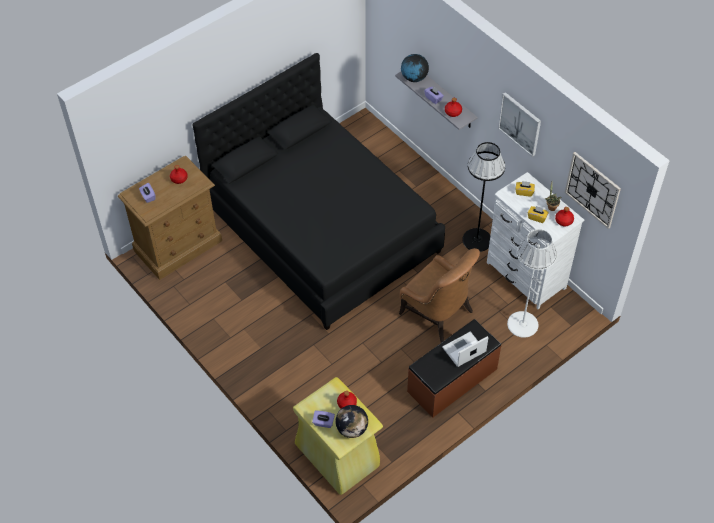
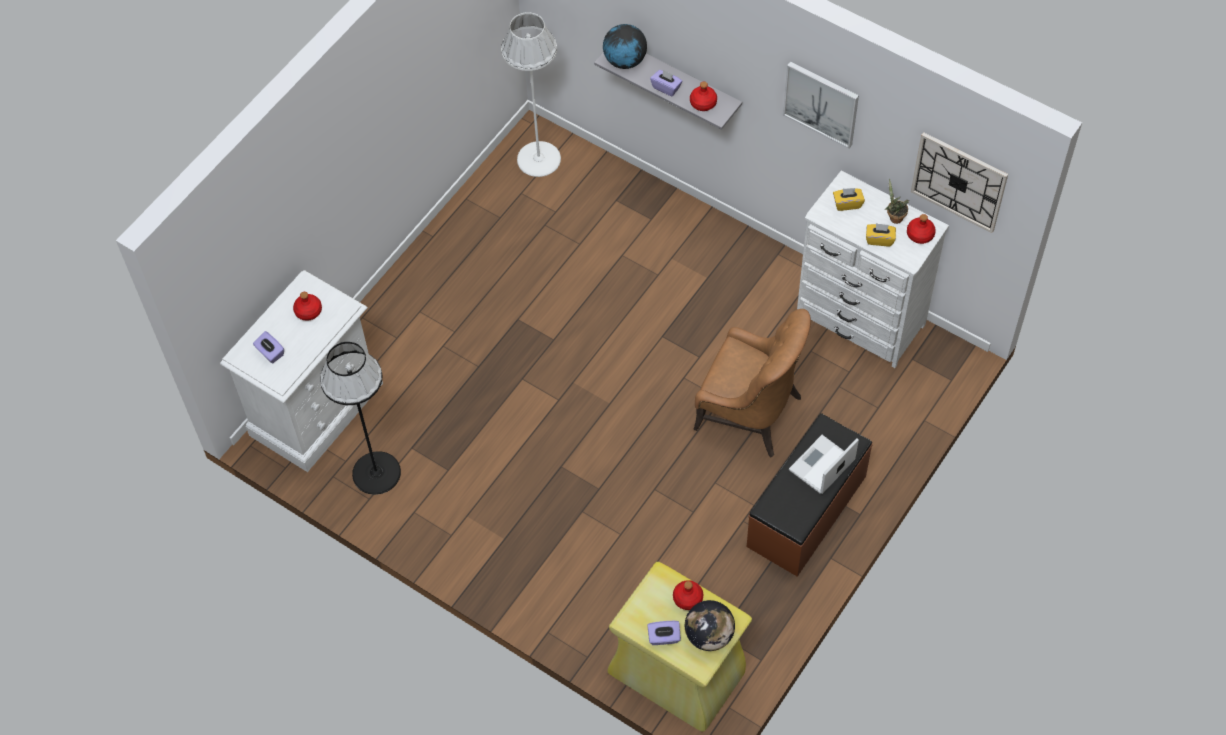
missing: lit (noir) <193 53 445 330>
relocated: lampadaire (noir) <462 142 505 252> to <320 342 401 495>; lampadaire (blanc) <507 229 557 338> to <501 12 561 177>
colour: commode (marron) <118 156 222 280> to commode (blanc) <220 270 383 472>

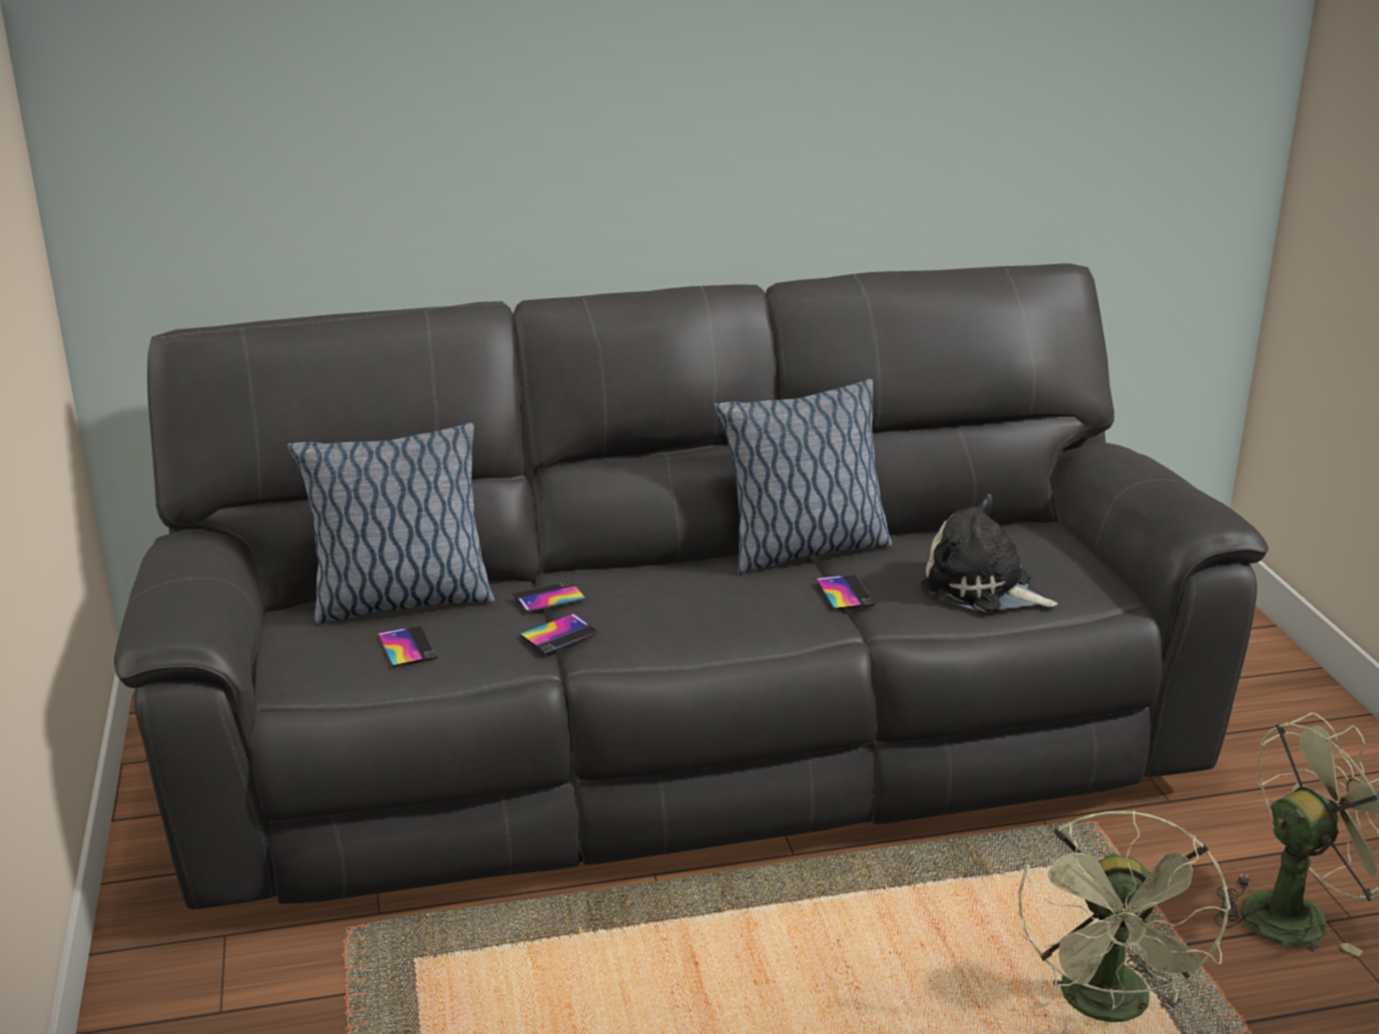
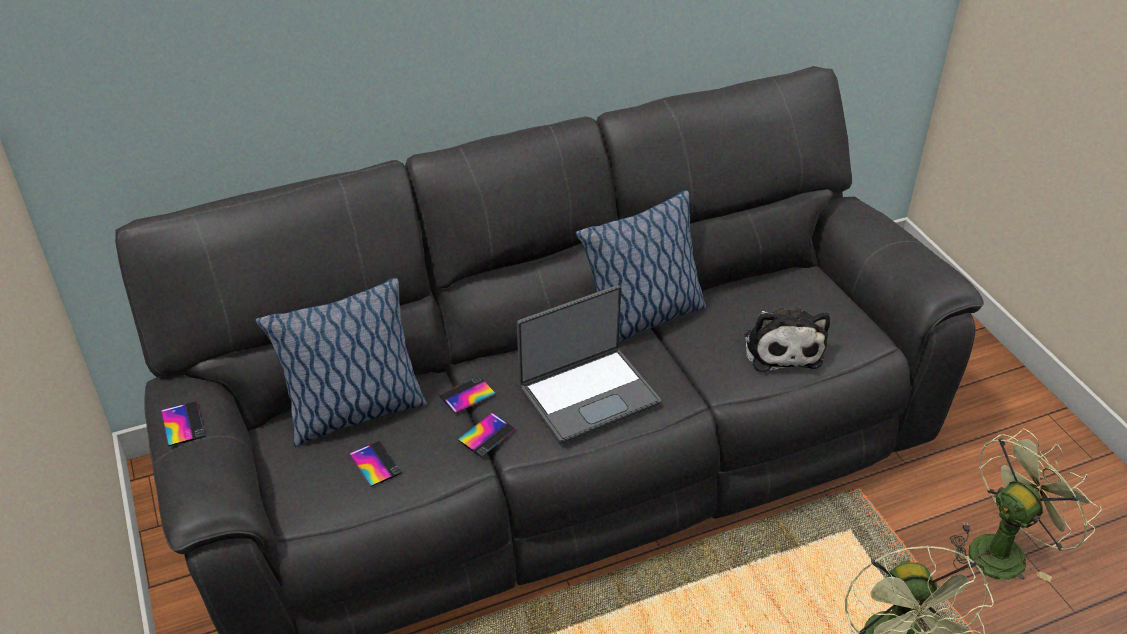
appeared: ordinateur portable <517 285 661 444>
relocated: téléphone <816 575 875 609> to <161 401 205 446>
spun: peluche <921 494 1057 612> = <744 308 830 372> 120 degrees counterclockwise

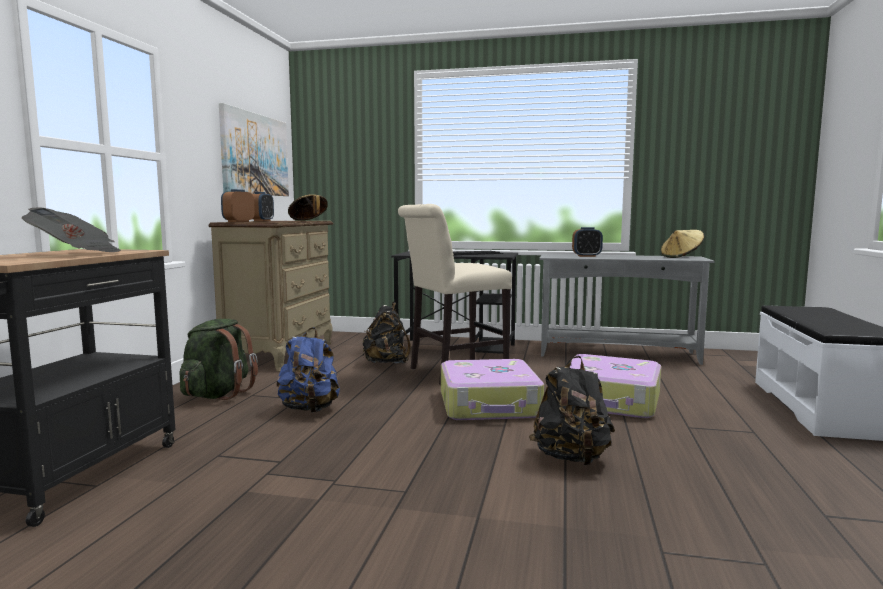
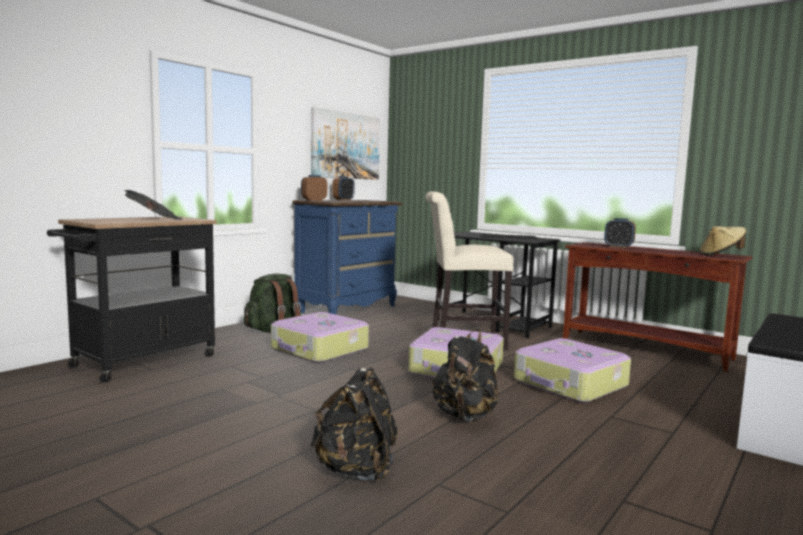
missing: chapeau (beige) <288 194 328 221>
relocated: sac à dos (noir) <362 302 411 364> to <310 367 398 482>
exchanged: sac à dos (bleu) <276 327 340 413> to valise <271 312 369 363>
colour: commode (beige) <209 221 333 371> to commode (bleu) <292 200 402 315>; table console (gris) <539 254 715 365> to table console (marron) <563 242 752 372>

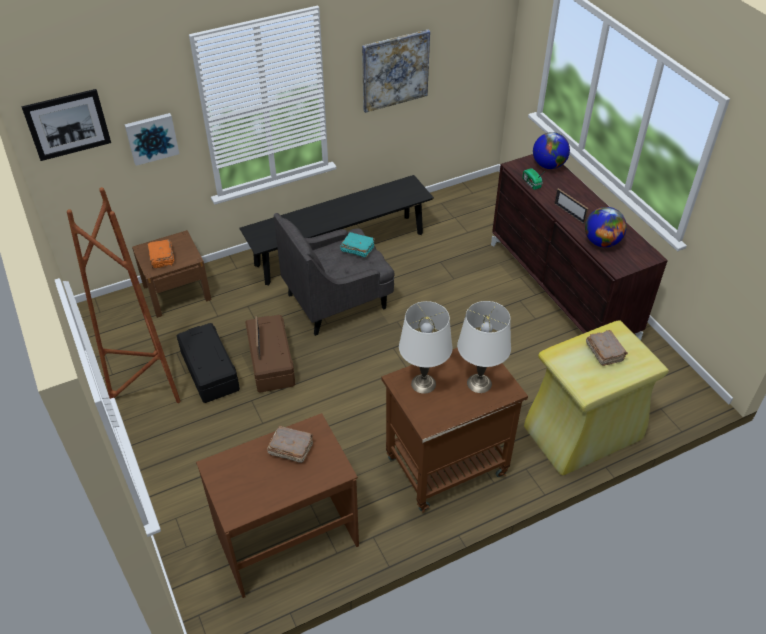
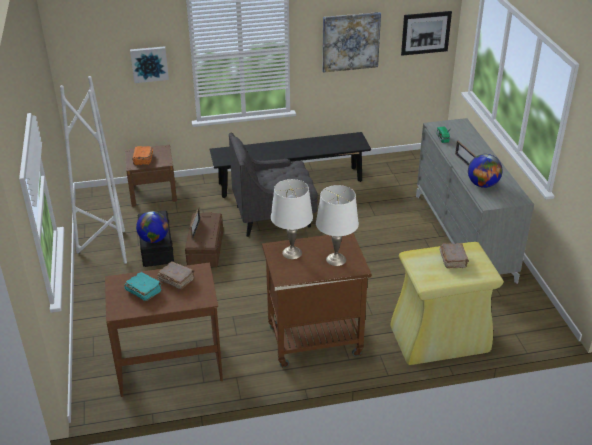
relocated: tableau <21 89 111 161> to <401 11 452 56>; livre (turquoise) <340 232 375 258> to <124 272 162 301>; globe <533 132 570 169> to <136 211 169 243>
colour: portant (marron) <67 187 181 403> to portant (blanc) <60 76 127 264>; commode (marron) <491 154 668 341> to commode (gris) <416 118 534 284>

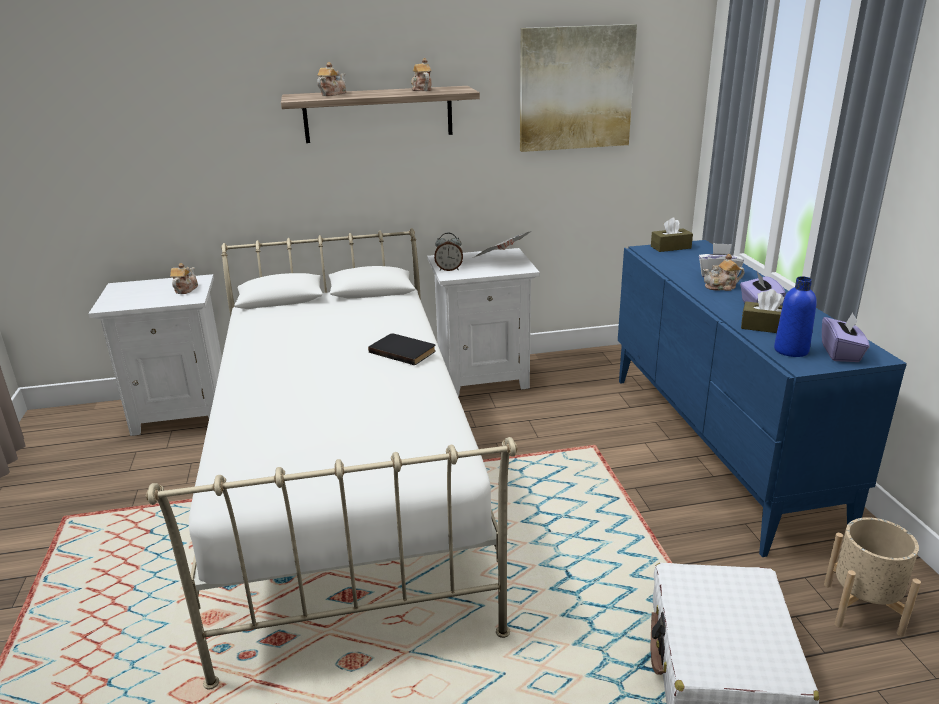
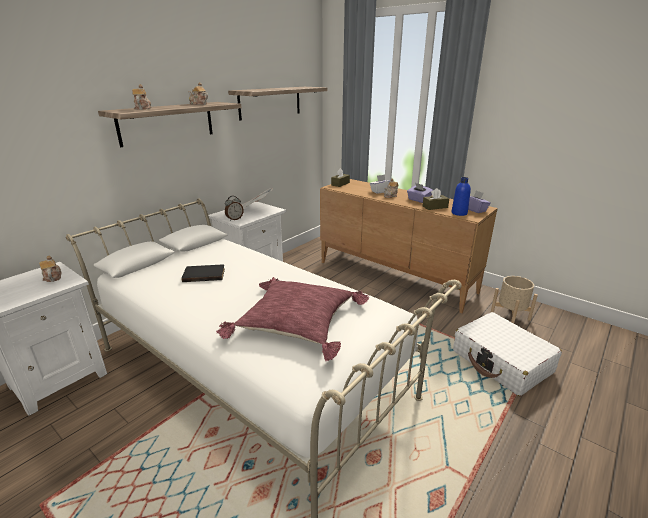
appeared: coussin (rouge) <216 277 369 362>
relocated: livre (noir) <368 333 436 365> to <181 265 225 282>
exchanged: tableau <520 24 637 152> to étagère <228 87 327 121>
colour: commode (bleu) <618 240 907 557> to commode (marron) <320 179 498 313>

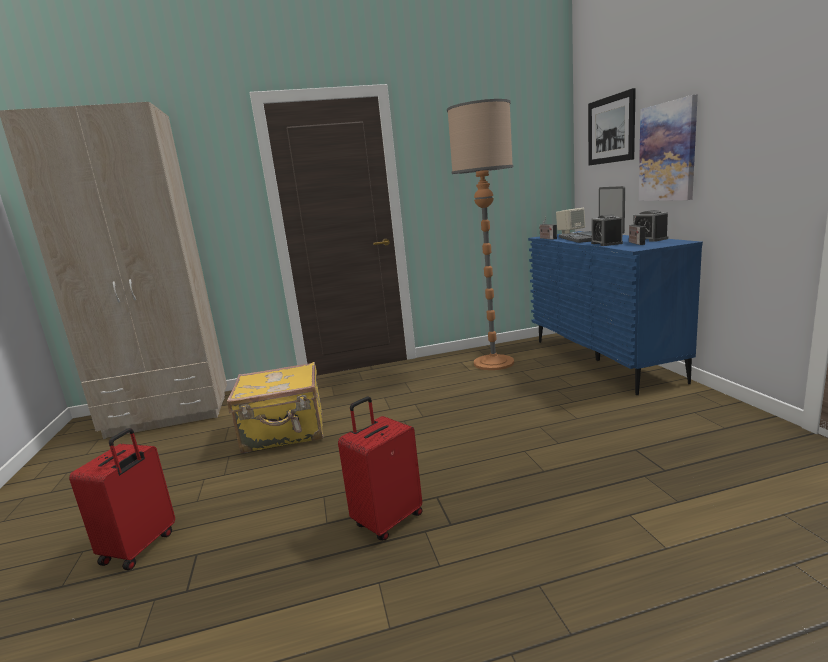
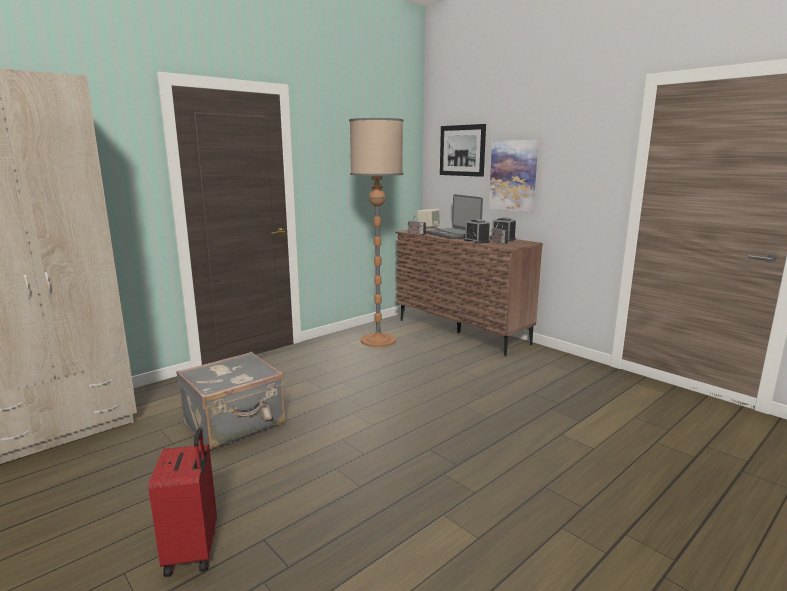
missing: valise (rouge) <338 397 422 540>
colour: valise (jaune) <227 362 323 453> to valise (gris) <176 351 286 450>; commode (bleu) <528 231 703 395> to commode (marron) <396 227 543 356>

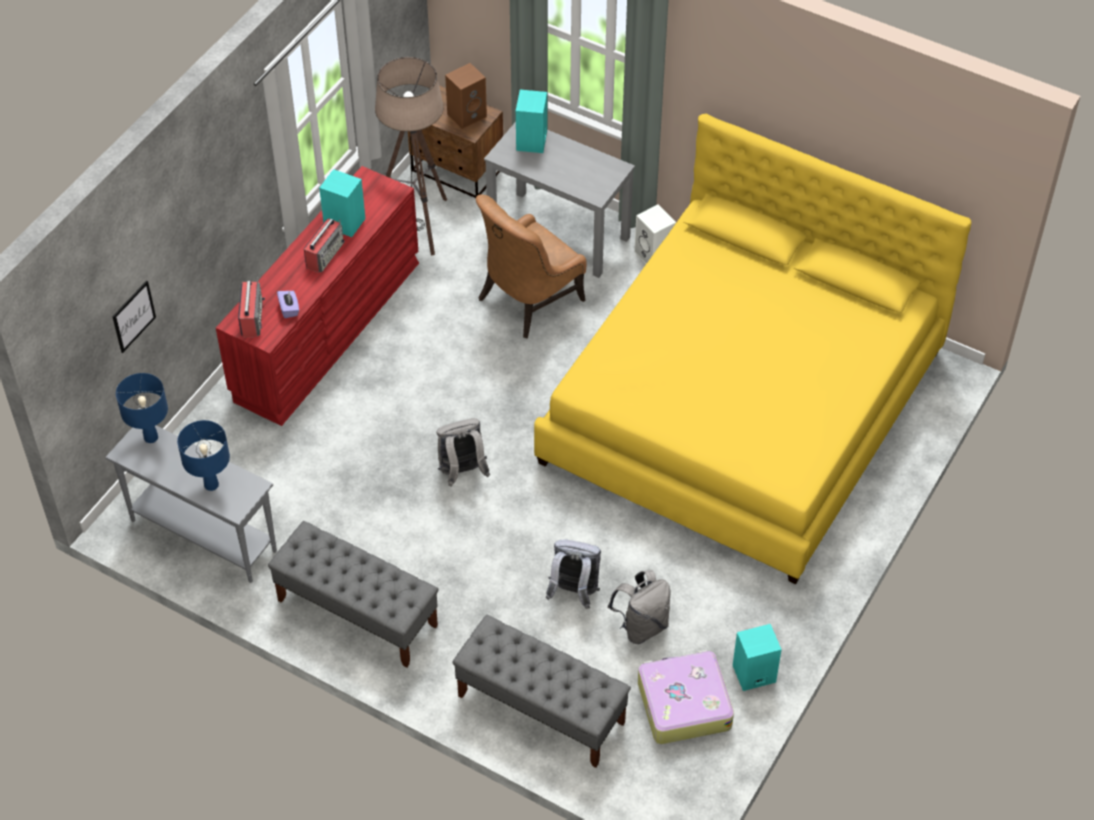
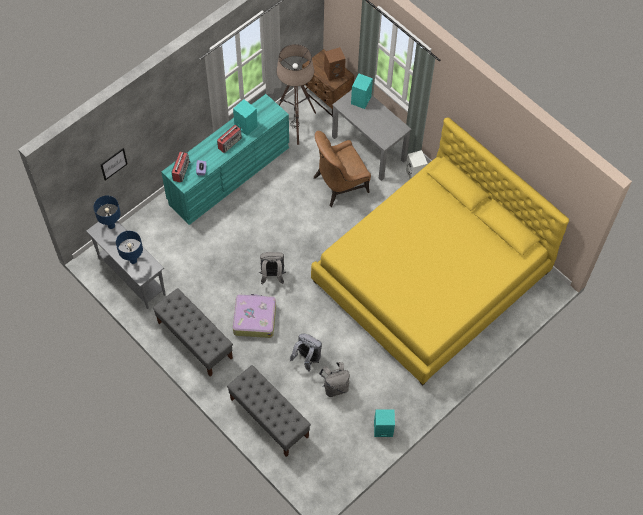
relocated: valise <638 650 734 744> to <233 294 276 338>
colour: commode (rouge) <216 166 419 426> to commode (turquoise) <161 94 289 225>

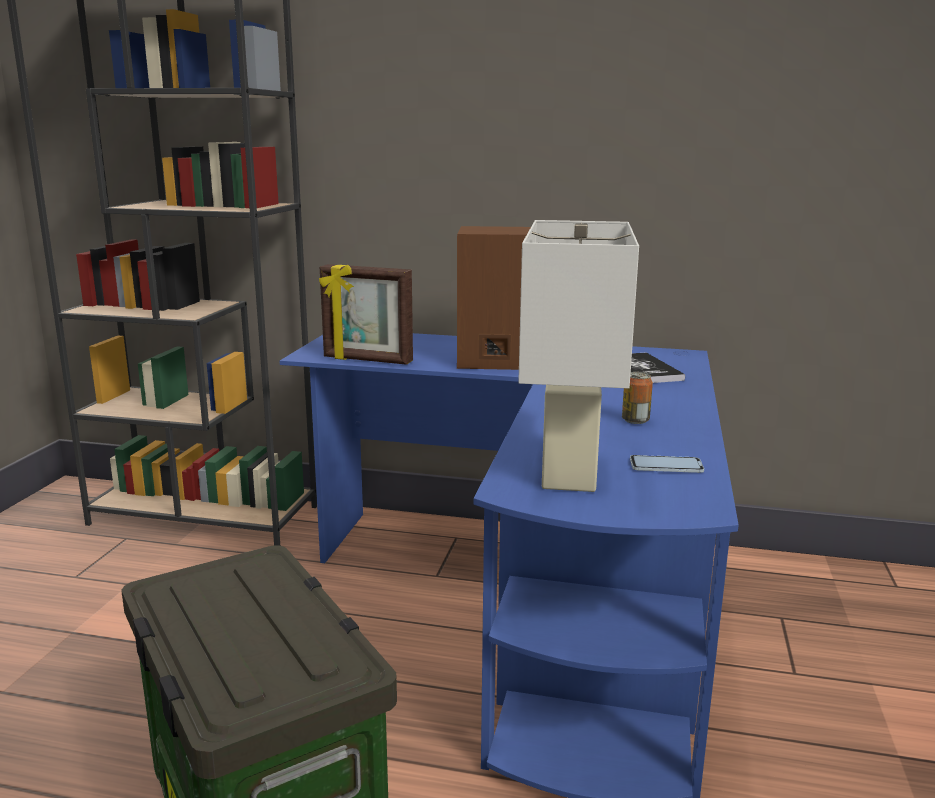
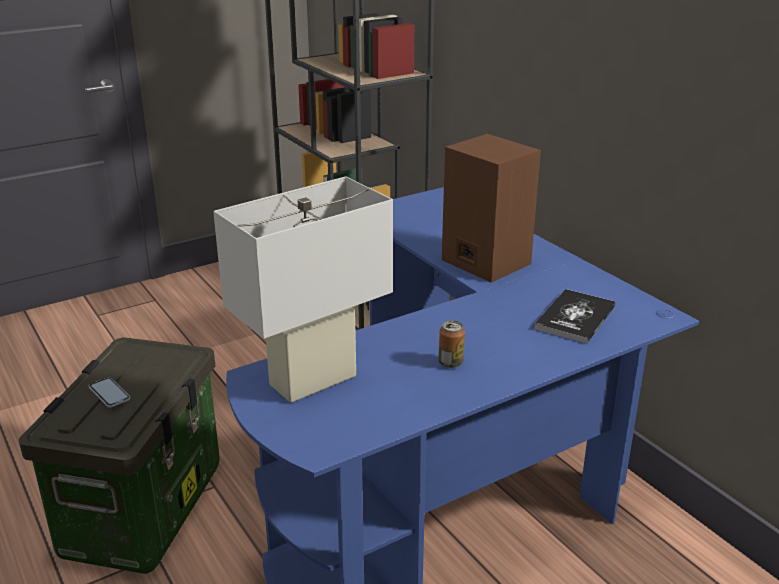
missing: cadre photo <319 264 413 365>
relocated: téléphone <630 455 704 473> to <89 377 130 408>

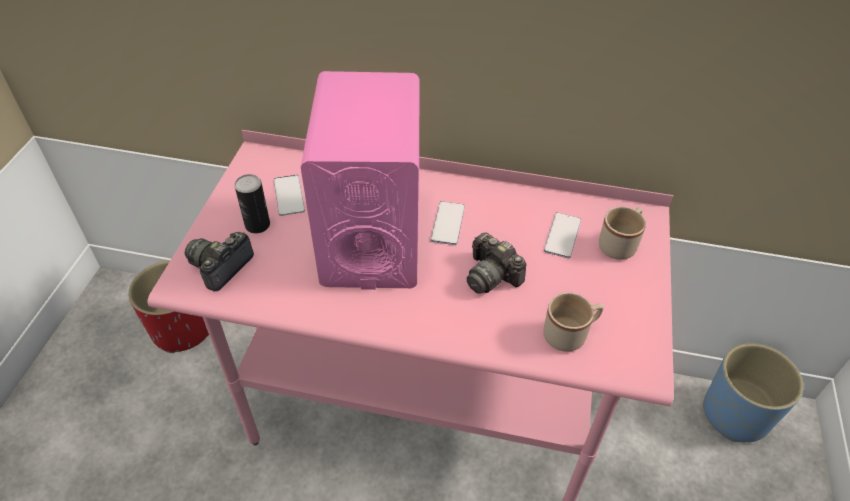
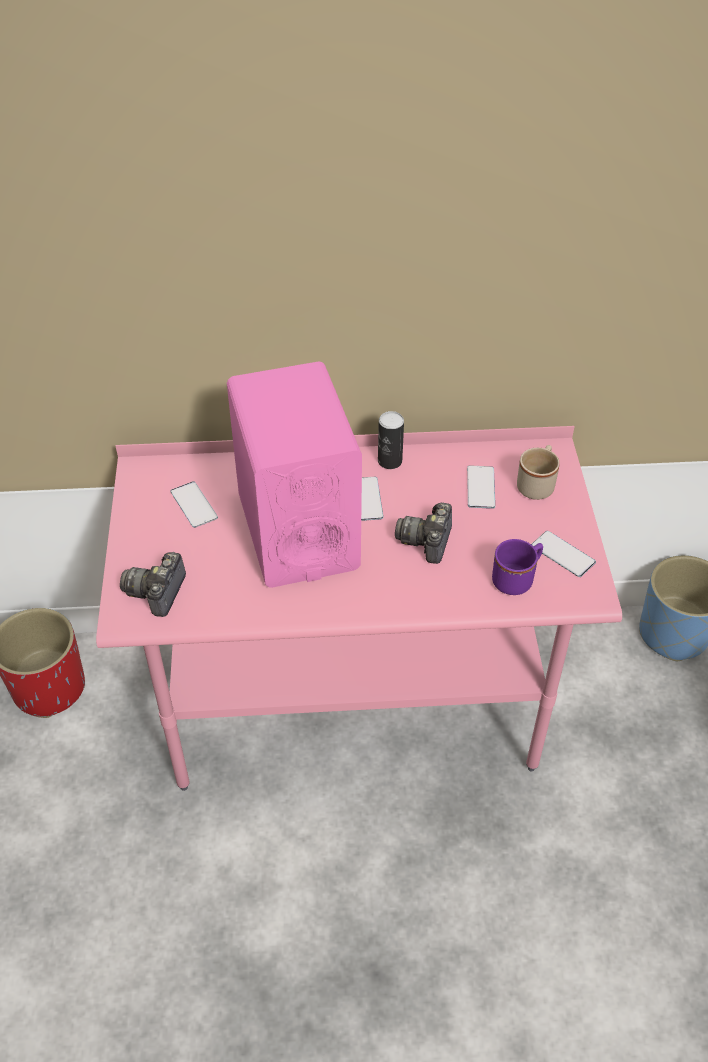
appeared: téléphone <531 531 596 577>
relocated: boîte métallique <235 174 270 233> to <378 411 404 469>
colour: mug (beige) <543 292 604 352> to mug (violet) <492 539 543 595>
spun: appareil photo <466 233 526 294> = <395 503 452 564> 75 degrees clockwise

